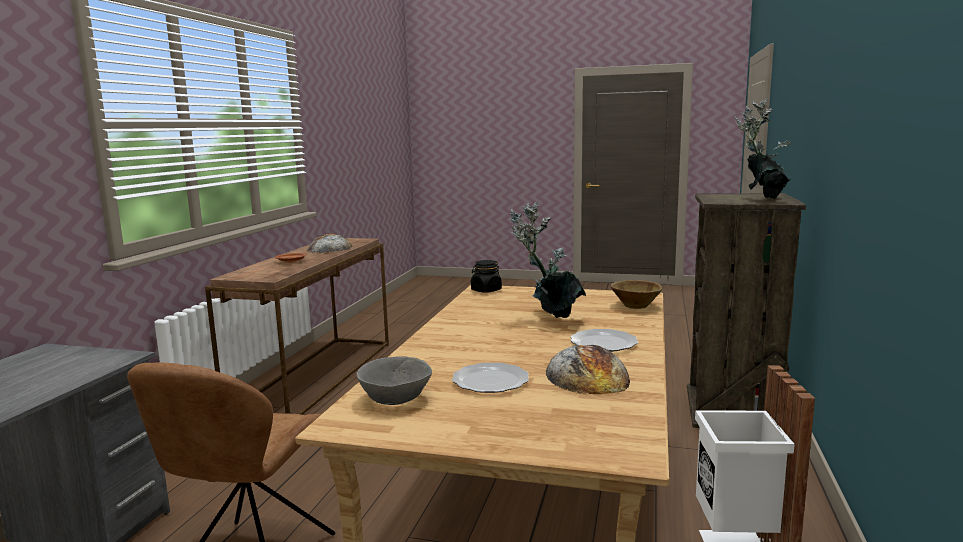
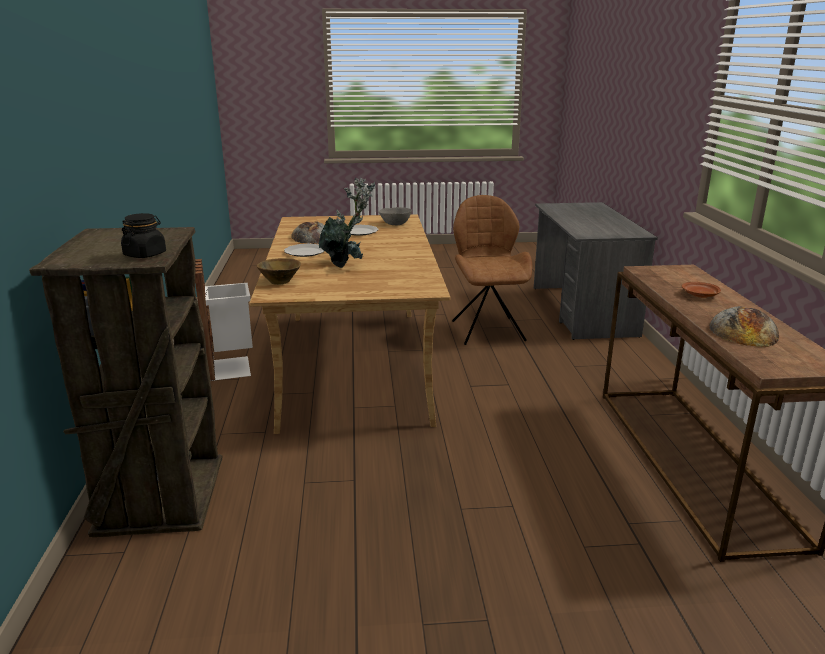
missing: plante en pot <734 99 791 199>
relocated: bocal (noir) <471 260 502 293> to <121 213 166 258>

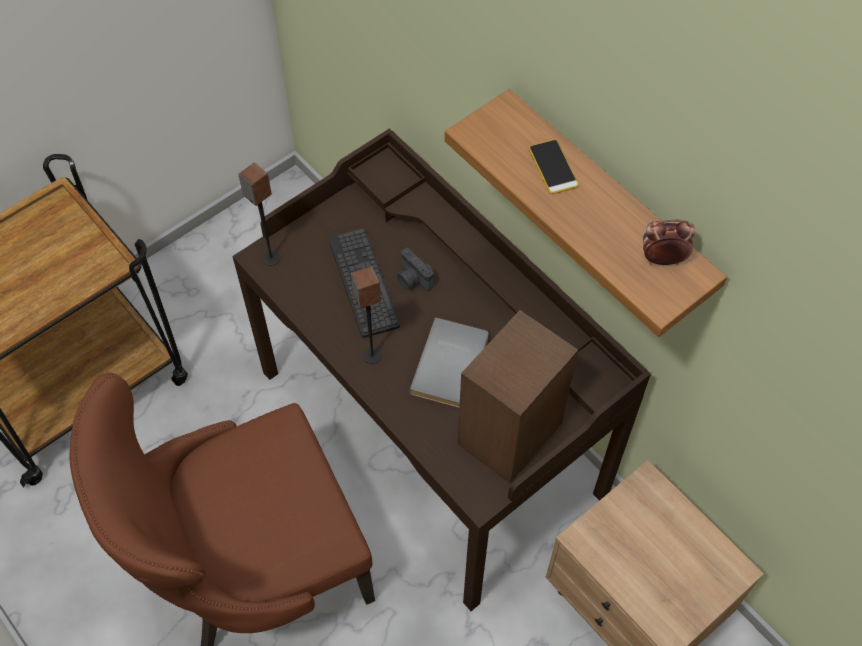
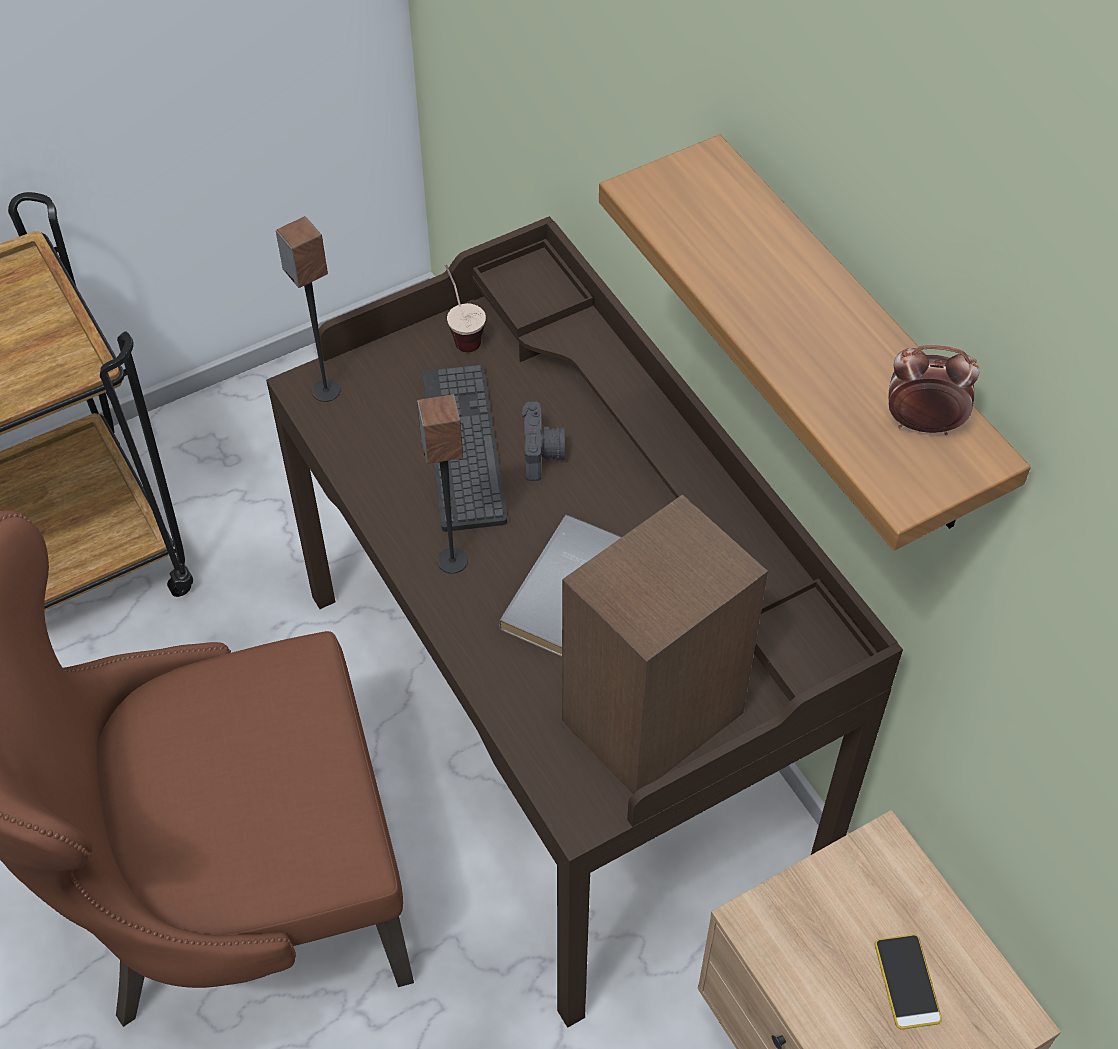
appeared: tasse <445 265 486 352>
relocated: téléphone <529 140 579 194> to <875 934 942 1030>
spun: appareil photo <397 248 433 291> = <522 402 565 481> 150 degrees counterclockwise

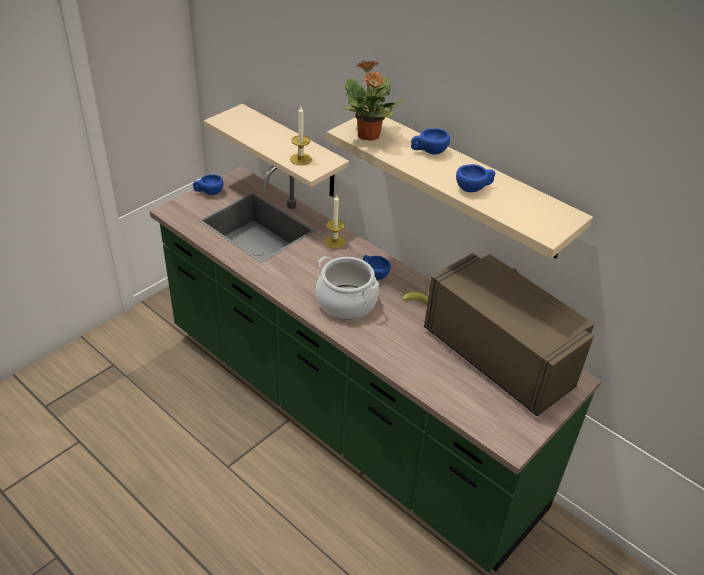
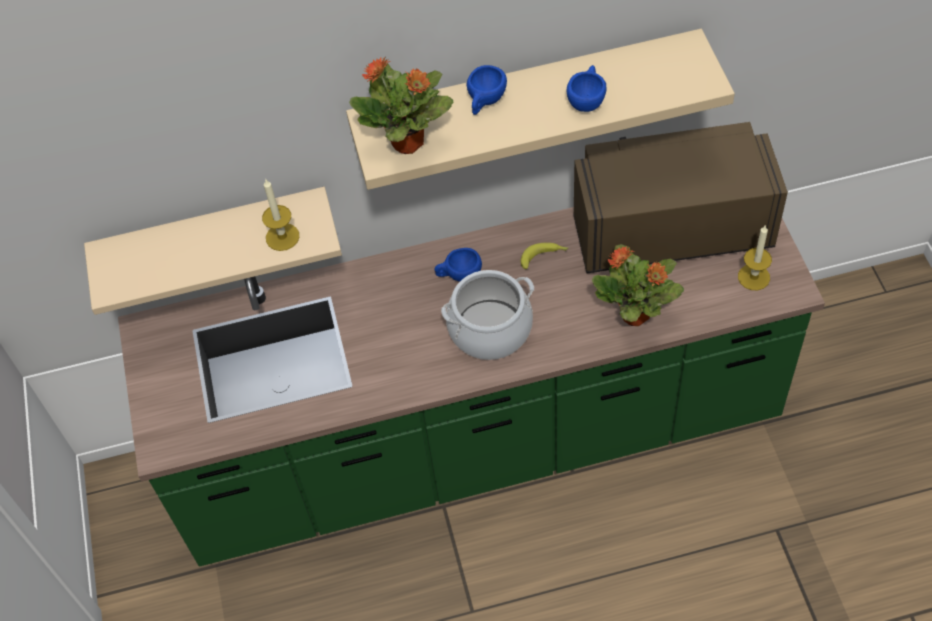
missing: tasse (bleu) <193 175 223 195>
appeared: plante en pot <592 244 684 326>
relocated: bougie <324 195 346 249> to <738 226 772 290>

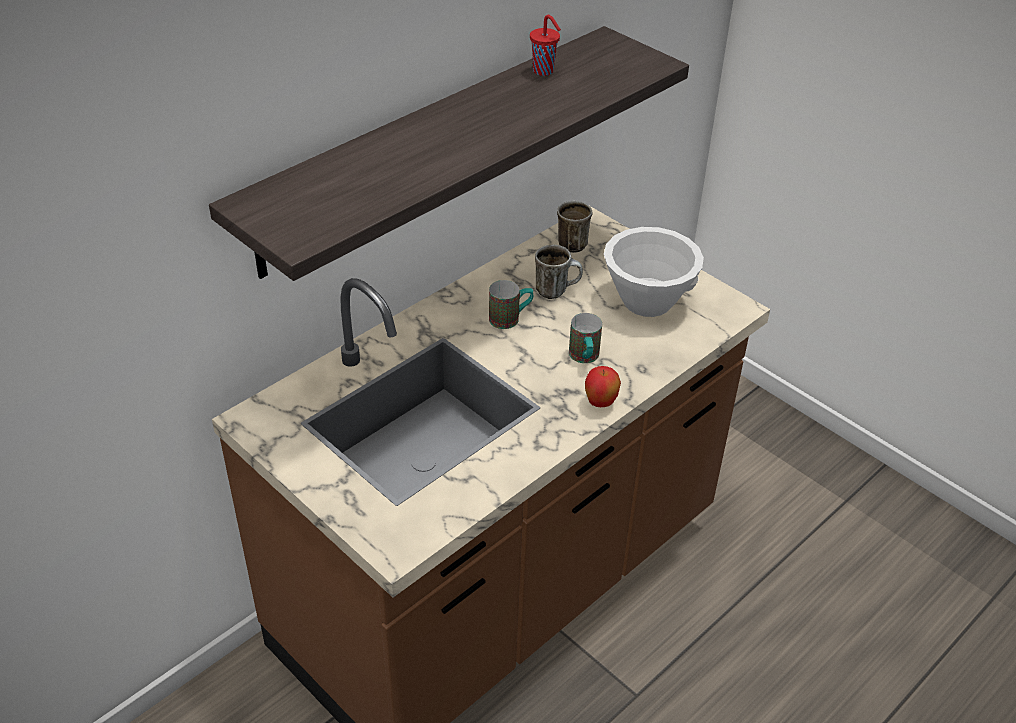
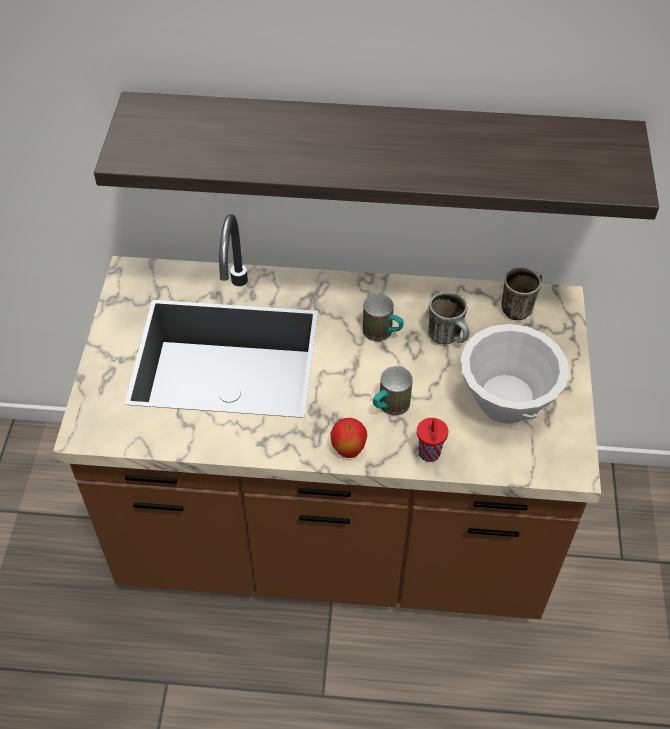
relocated: tasse (rouge) <530 15 561 76> to <417 418 449 462>

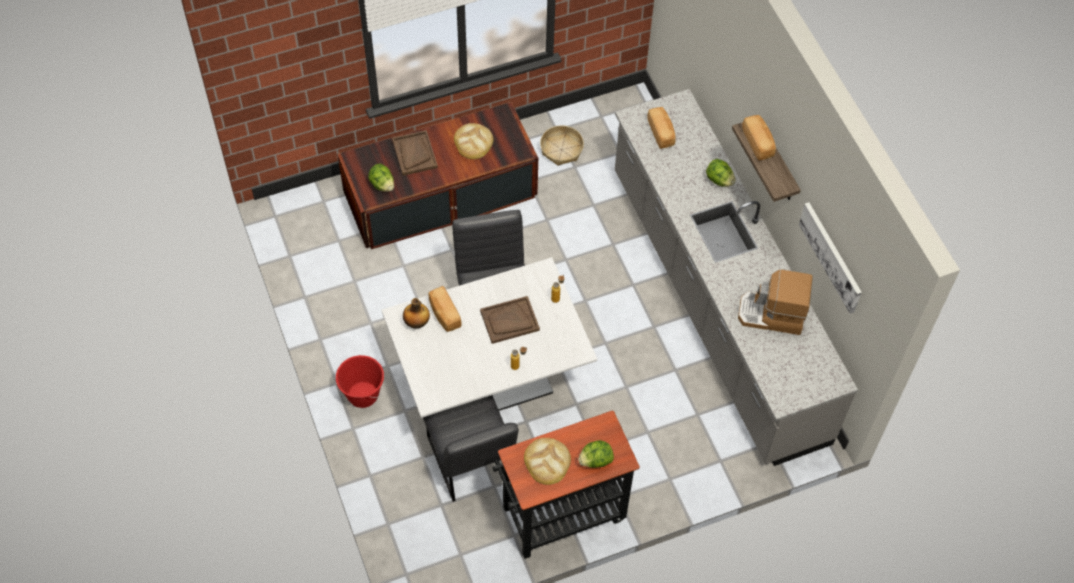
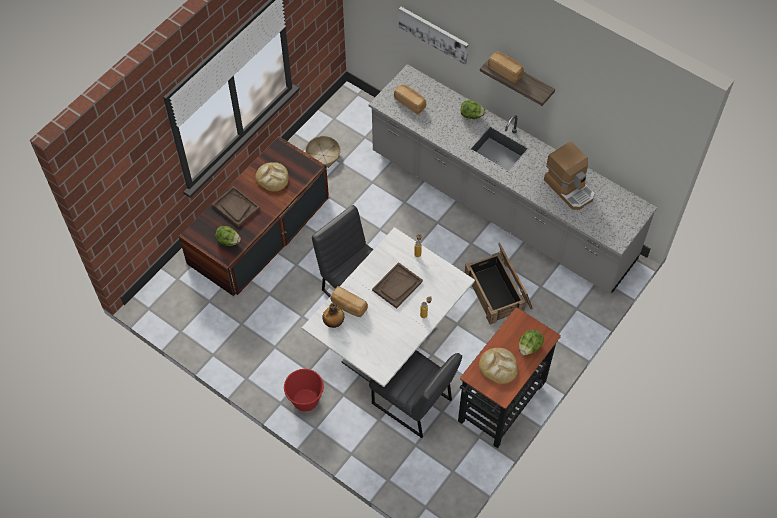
appeared: caisse <464 243 533 325>
relocated: tableau <799 202 862 314> to <399 7 469 65>
spun: machine à café <738 270 813 335> = <544 141 595 210> 105 degrees counterclockwise

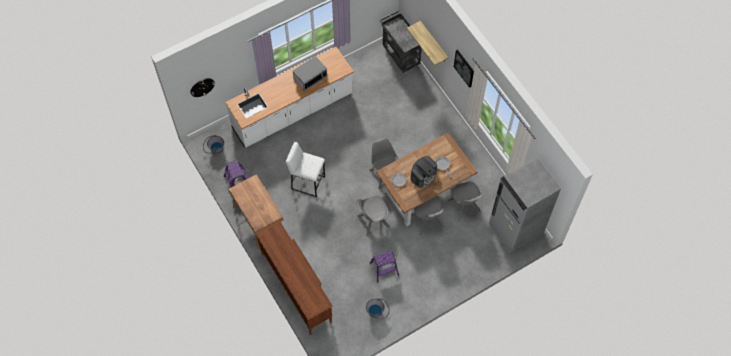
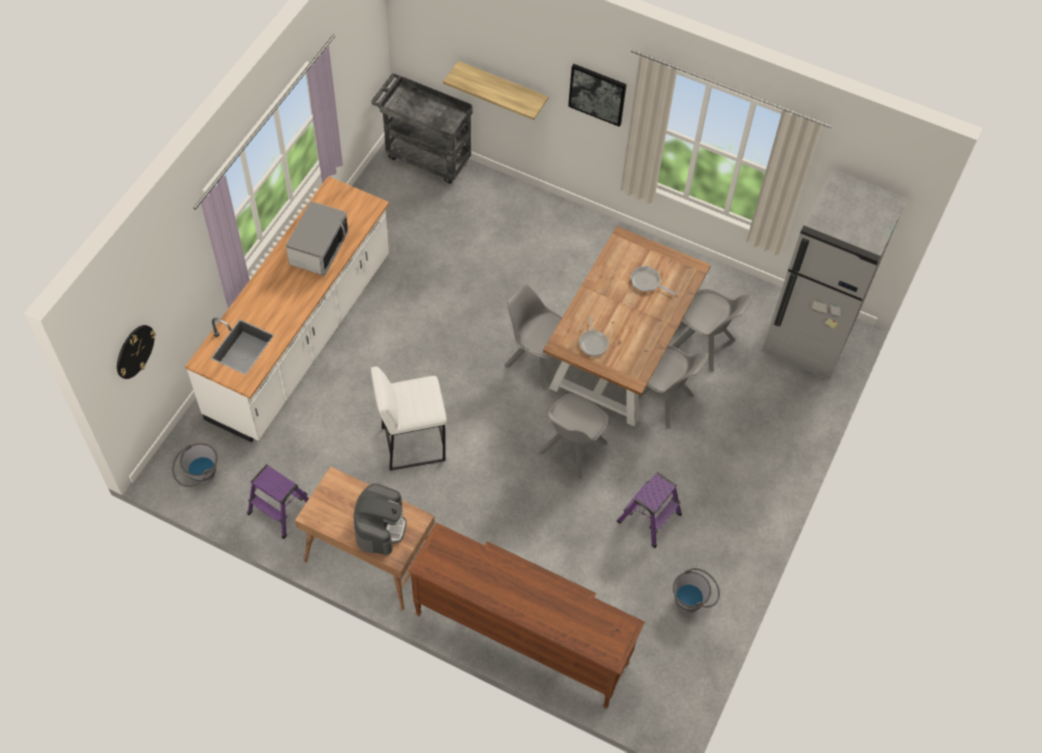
relocated: machine à café <410 156 437 188> to <354 483 407 555>

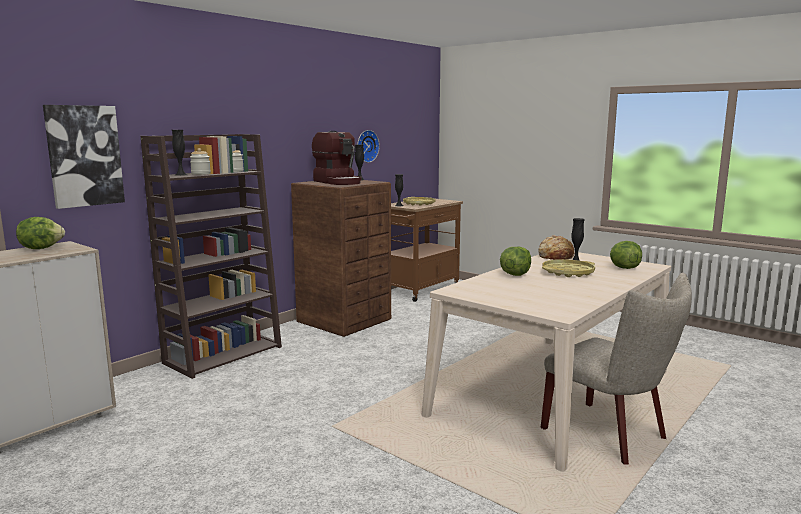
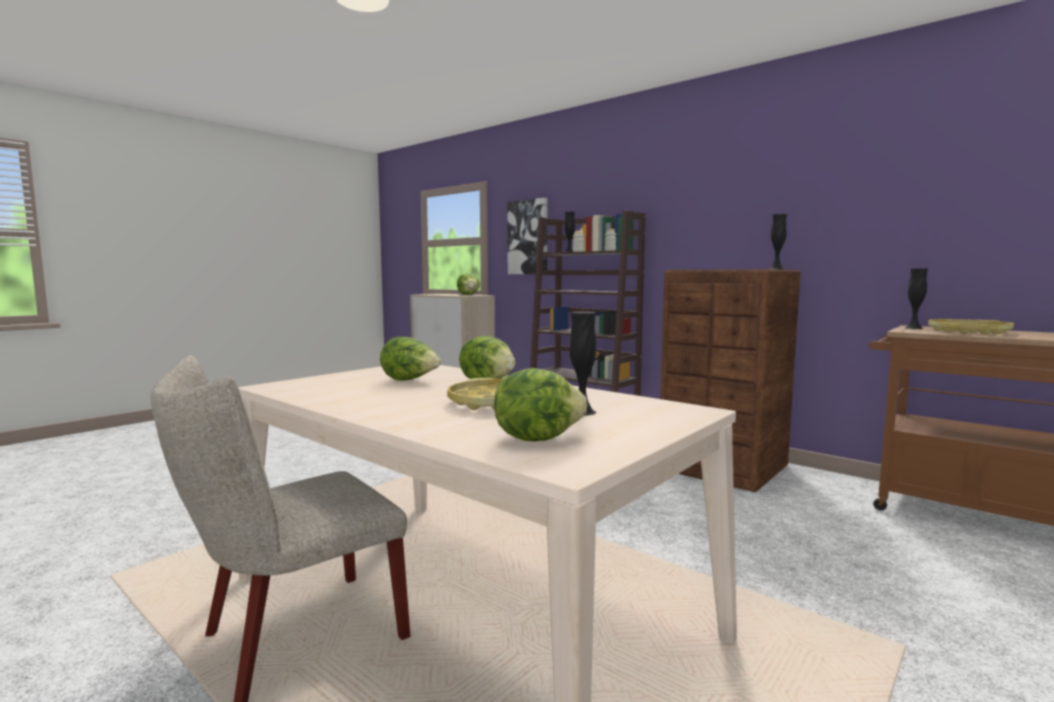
missing: machine à café <312 131 362 185>; horloge murale <357 130 380 163>; pain <538 235 575 260>
appeared: laitue <380 337 441 381>

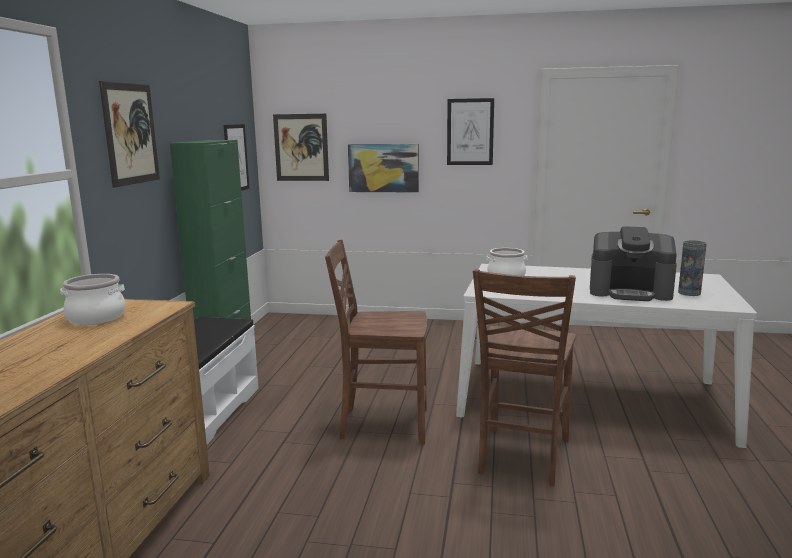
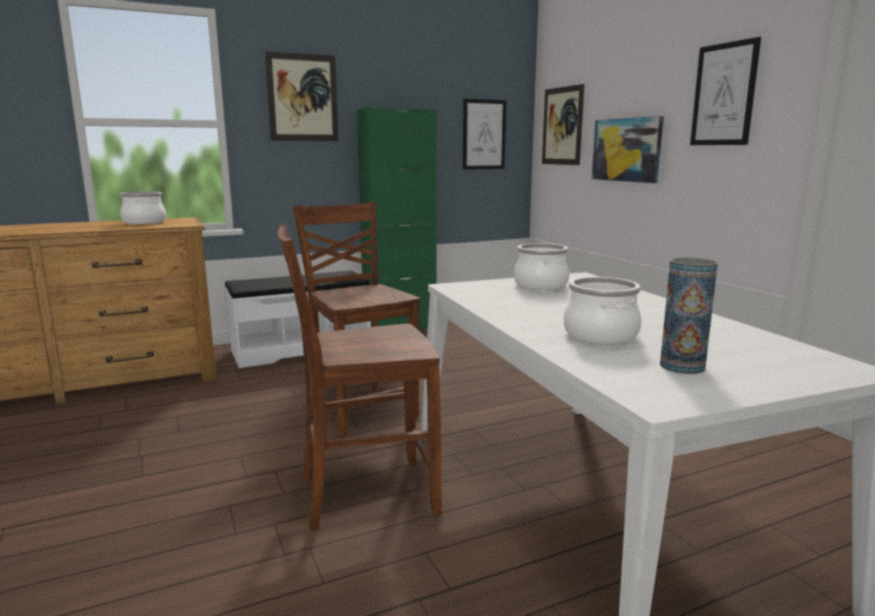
exchanged: machine à café <590 226 677 301> to marmite <564 277 641 345>

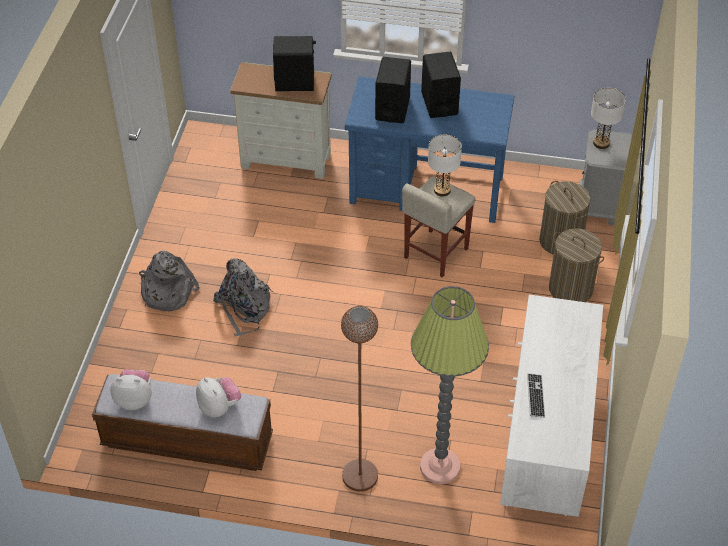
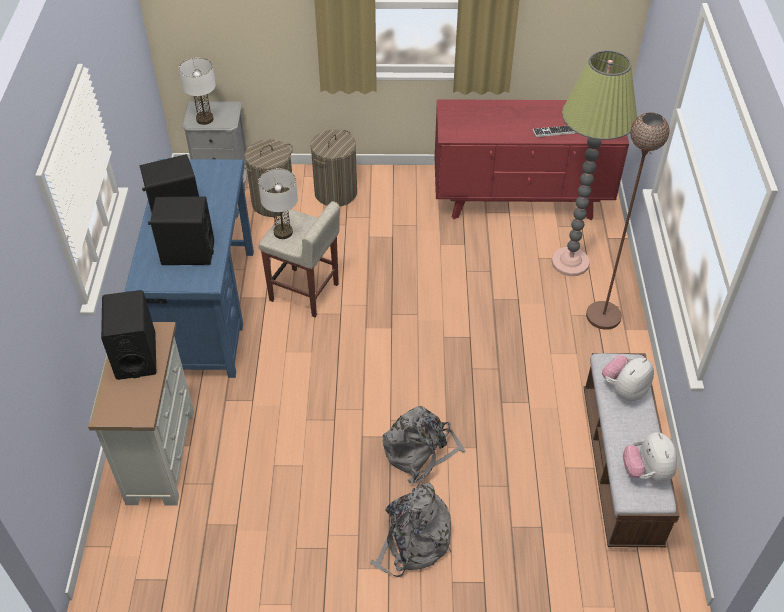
colour: commode (blanc) <500 295 603 517> to commode (rouge) <434 99 629 220>

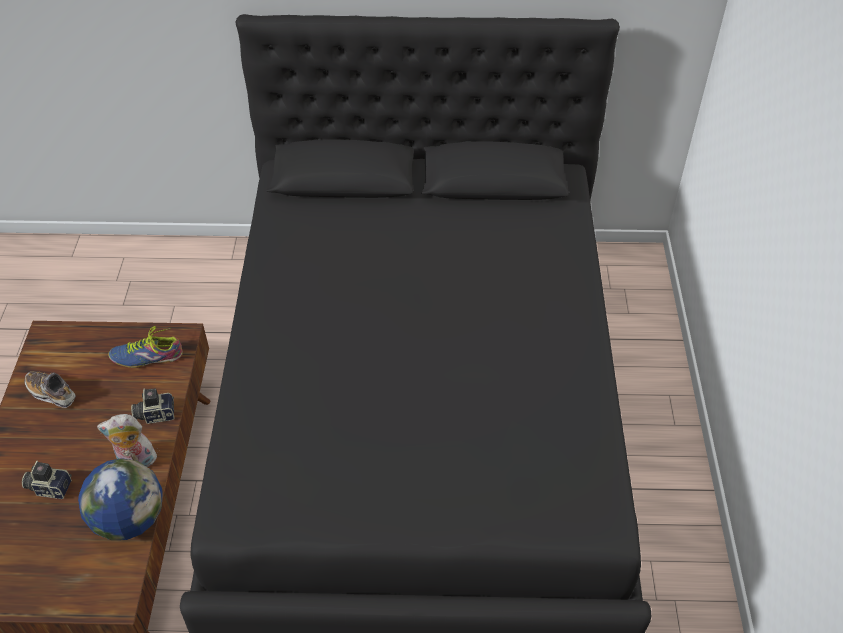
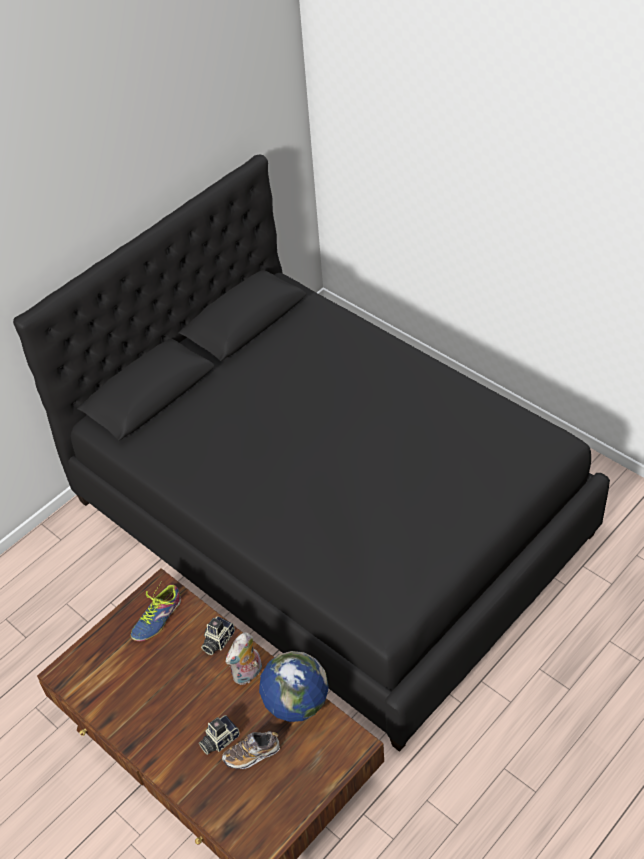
relocated: chaussure <25 371 76 408> to <222 731 280 769>

